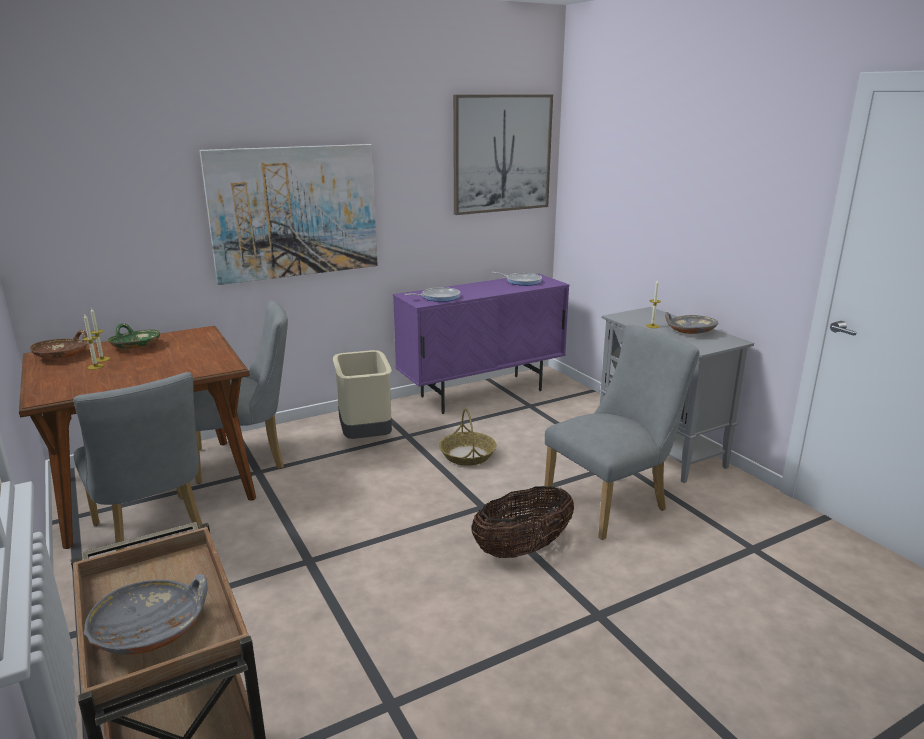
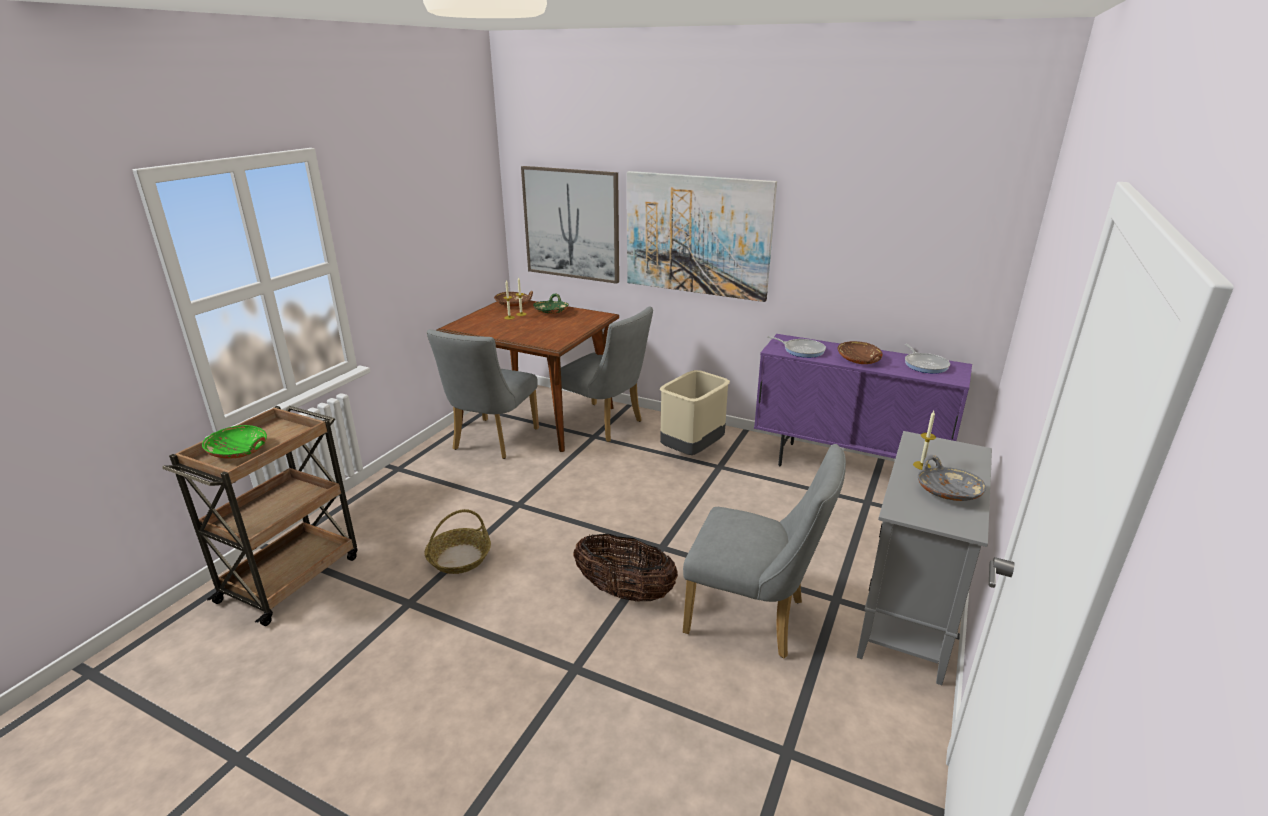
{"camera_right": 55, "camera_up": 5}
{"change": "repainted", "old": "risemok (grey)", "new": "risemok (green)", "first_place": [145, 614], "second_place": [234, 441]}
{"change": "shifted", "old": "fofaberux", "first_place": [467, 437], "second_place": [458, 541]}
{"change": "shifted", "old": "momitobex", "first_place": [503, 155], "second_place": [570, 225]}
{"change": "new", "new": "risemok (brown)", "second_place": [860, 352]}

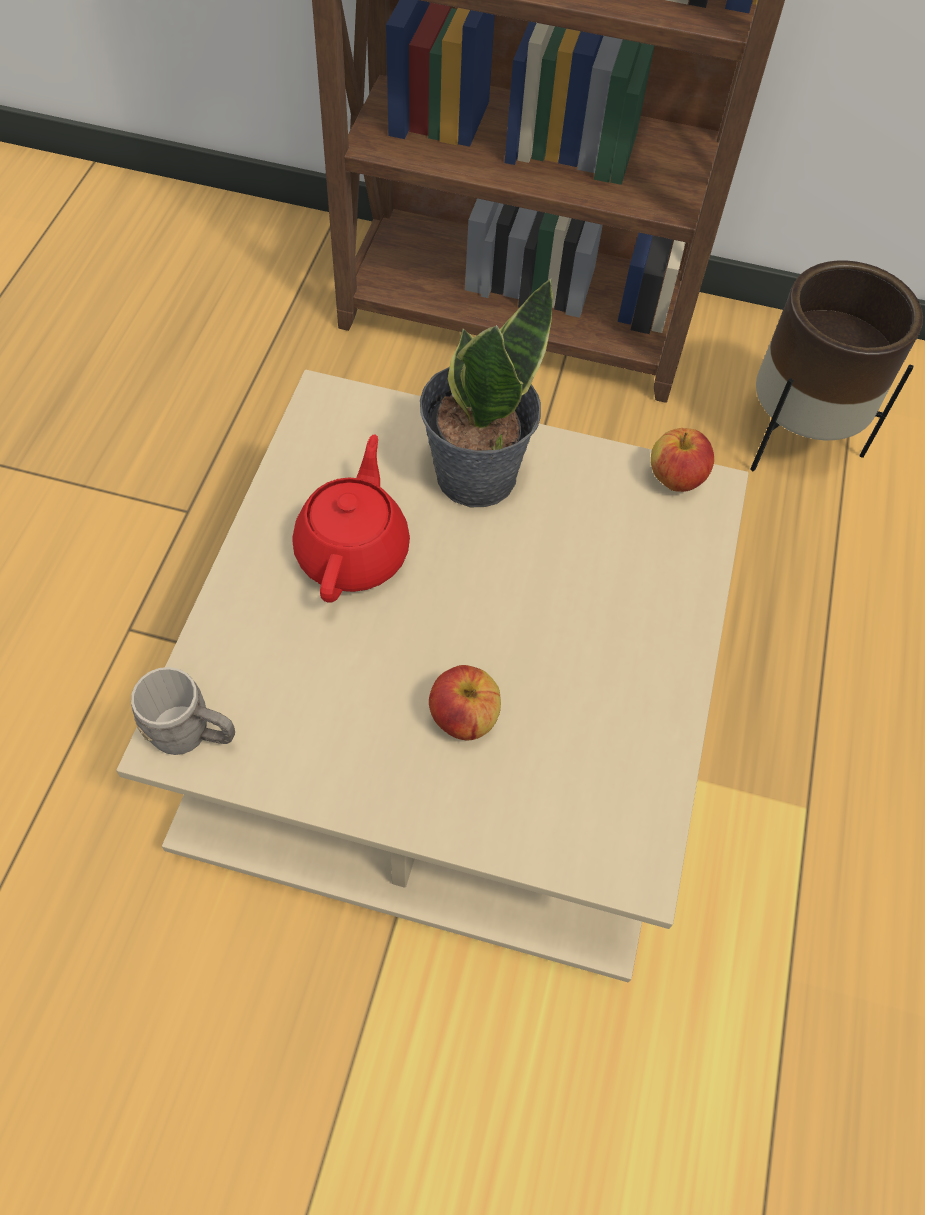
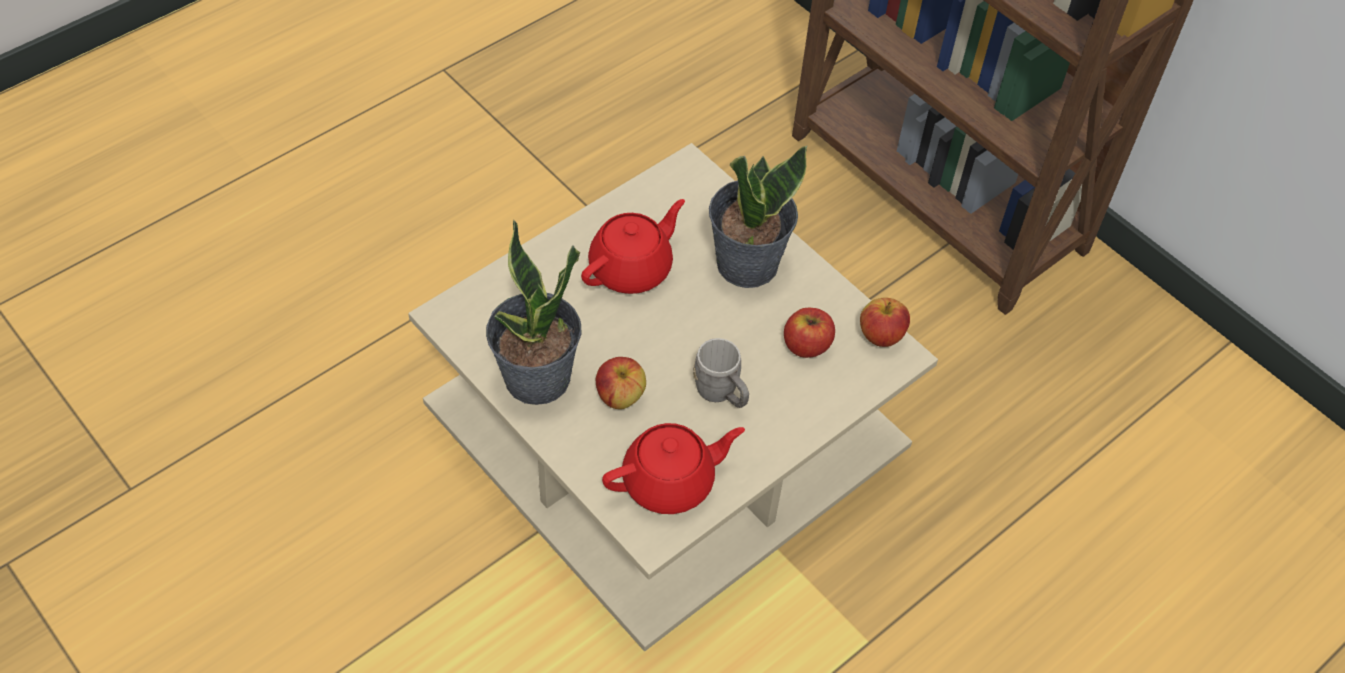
{"camera_right": 35, "camera_up": -5}
{"change": "new", "new": "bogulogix", "second_place": [533, 312]}
{"change": "new", "new": "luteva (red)", "second_place": [673, 468]}
{"change": "shifted", "old": "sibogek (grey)", "first_place": [183, 711], "second_place": [721, 373]}
{"change": "new", "new": "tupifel", "second_place": [809, 333]}
{"change": "gone", "old": "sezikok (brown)", "first_place": [836, 366]}

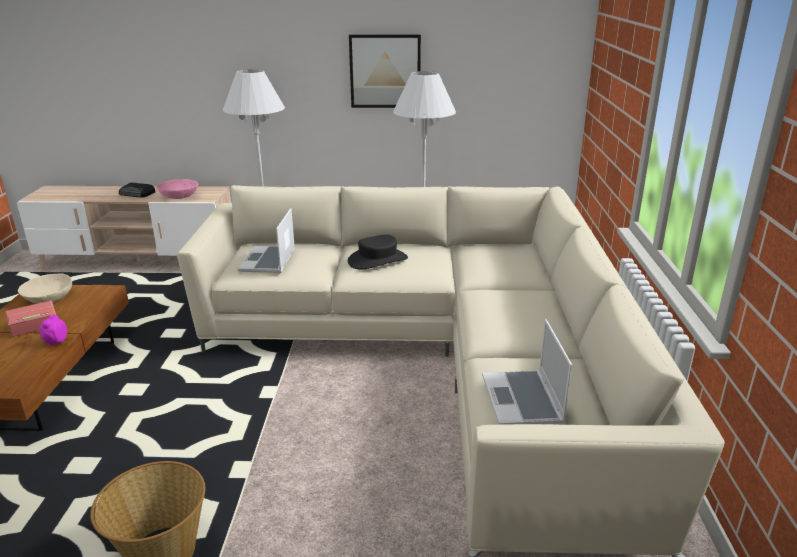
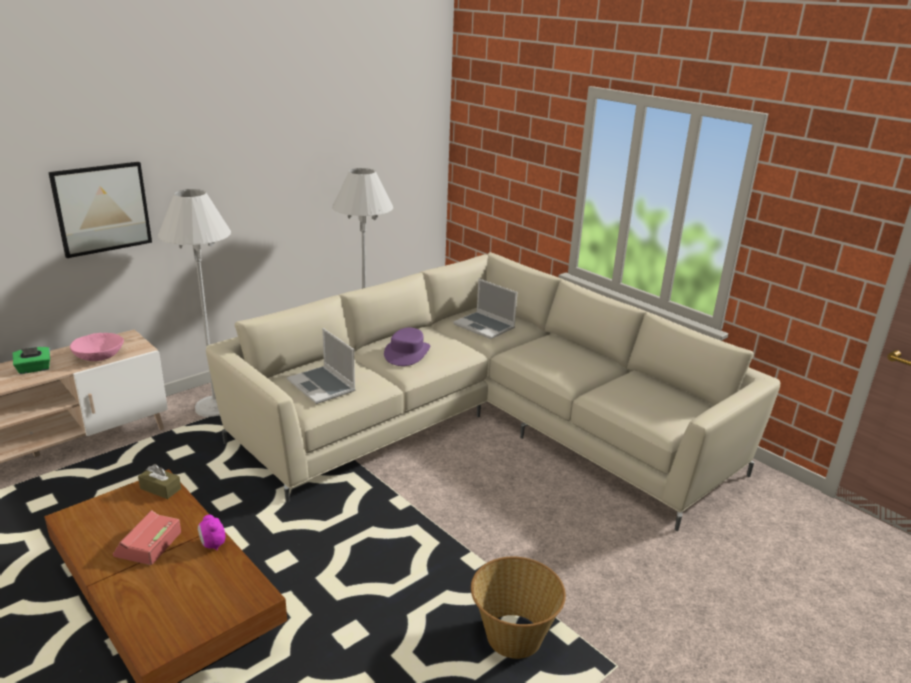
{"camera_right": -45, "camera_up": 0}
{"change": "swapped", "old": "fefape", "new": "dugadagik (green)", "first_place": [137, 190], "second_place": [31, 360]}
{"change": "shifted", "old": "momitobex", "first_place": [385, 71], "second_place": [100, 210]}
{"change": "new", "new": "dugadagik (brown)", "second_place": [159, 481]}
{"change": "repainted", "old": "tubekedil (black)", "new": "tubekedil (purple)", "first_place": [378, 252], "second_place": [407, 347]}
{"change": "shifted", "old": "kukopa", "first_place": [527, 372], "second_place": [485, 309]}
{"change": "gone", "old": "risemok (beige)", "first_place": [45, 288]}

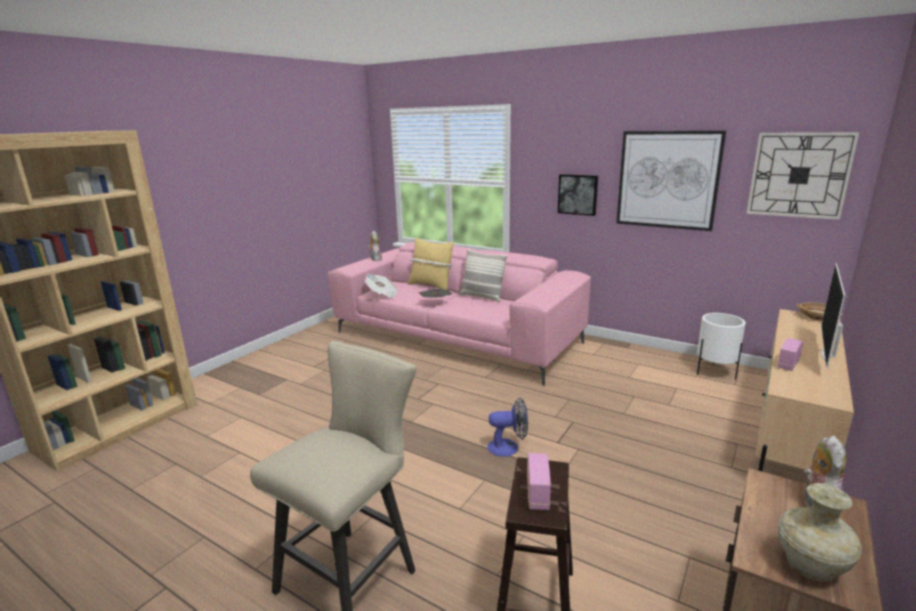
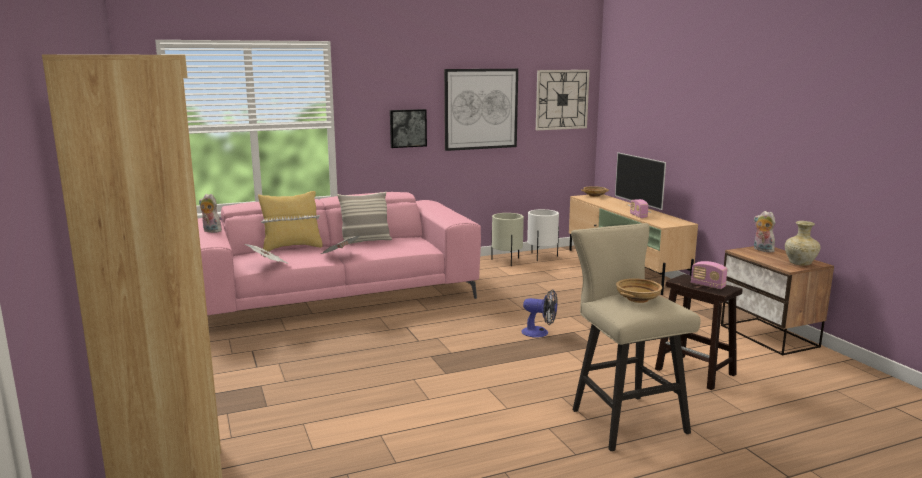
{"camera_right": -55, "camera_up": -5}
{"change": "new", "new": "sezikok (beige)", "second_place": [507, 239]}
{"change": "rotated", "old": "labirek", "first_place": [507, 427], "second_place": [539, 313], "degrees": 75}
{"change": "new", "new": "risemok (beige)", "second_place": [639, 290]}

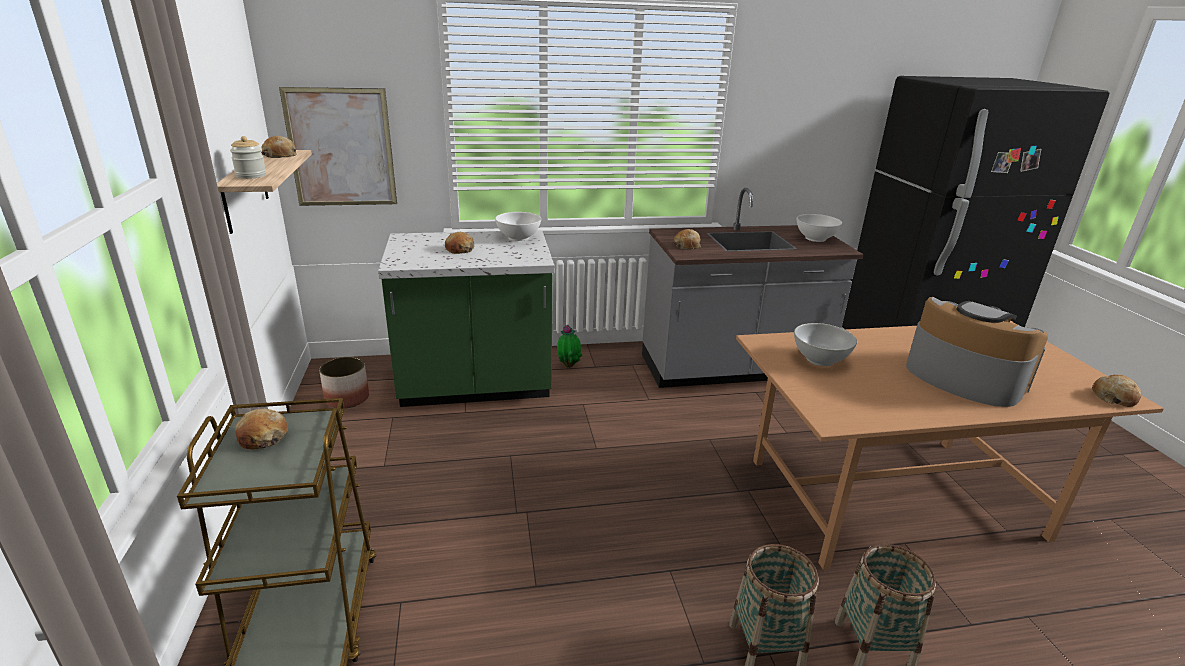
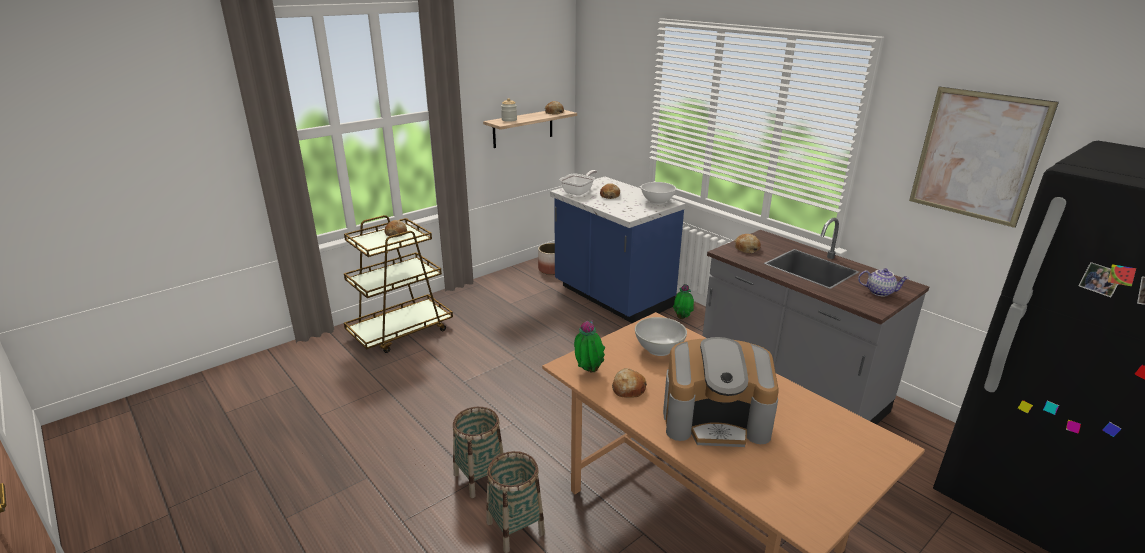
{"camera_right": 60, "camera_up": 0}
{"change": "repainted", "old": "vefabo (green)", "new": "vefabo (blue)", "first_place": [466, 318], "second_place": [617, 250]}
{"change": "new", "new": "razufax", "second_place": [578, 183]}
{"change": "new", "new": "bogulogix", "second_place": [589, 346]}
{"change": "shifted", "old": "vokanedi", "first_place": [1117, 391], "second_place": [629, 383]}
{"change": "rotated", "old": "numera", "first_place": [977, 352], "second_place": [721, 392], "degrees": 75}
{"change": "swapped", "old": "risemok (white)", "new": "luteva", "first_place": [819, 228], "second_place": [883, 282]}
{"change": "shifted", "old": "momitobex", "first_place": [338, 146], "second_place": [984, 157]}

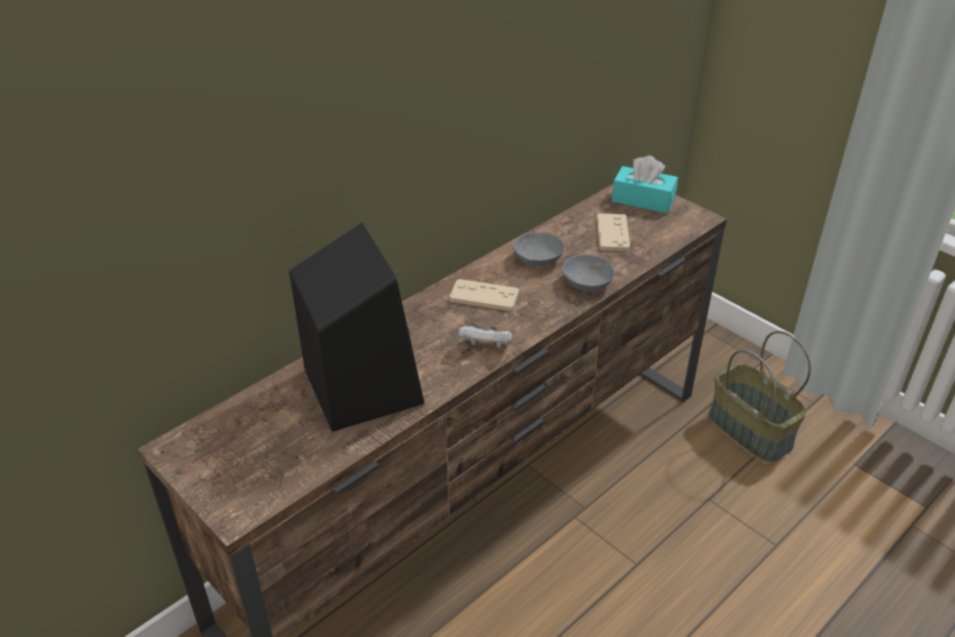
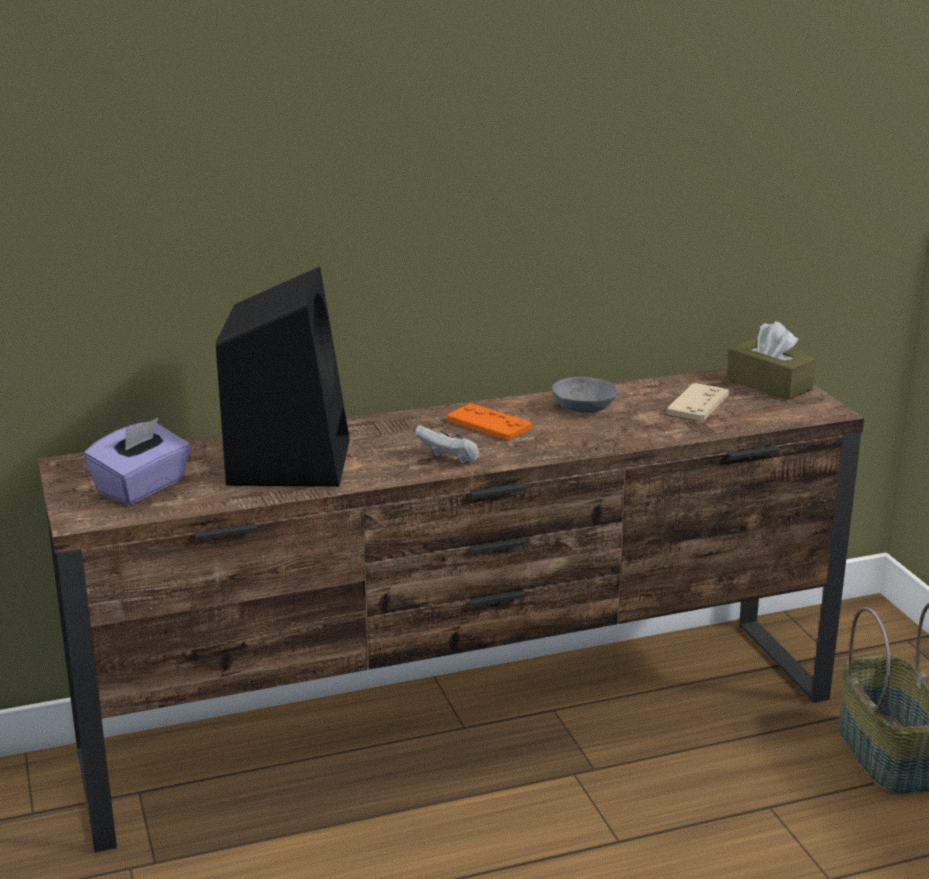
{"camera_right": 25, "camera_up": -15}
{"change": "new", "new": "dugadagik (purple)", "second_place": [137, 461]}
{"change": "repainted", "old": "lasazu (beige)", "new": "lasazu (orange)", "first_place": [484, 295], "second_place": [489, 422]}
{"change": "repainted", "old": "dugadagik (turquoise)", "new": "dugadagik (brown)", "first_place": [645, 184], "second_place": [771, 360]}
{"change": "gone", "old": "risemok (grey)", "first_place": [588, 273]}

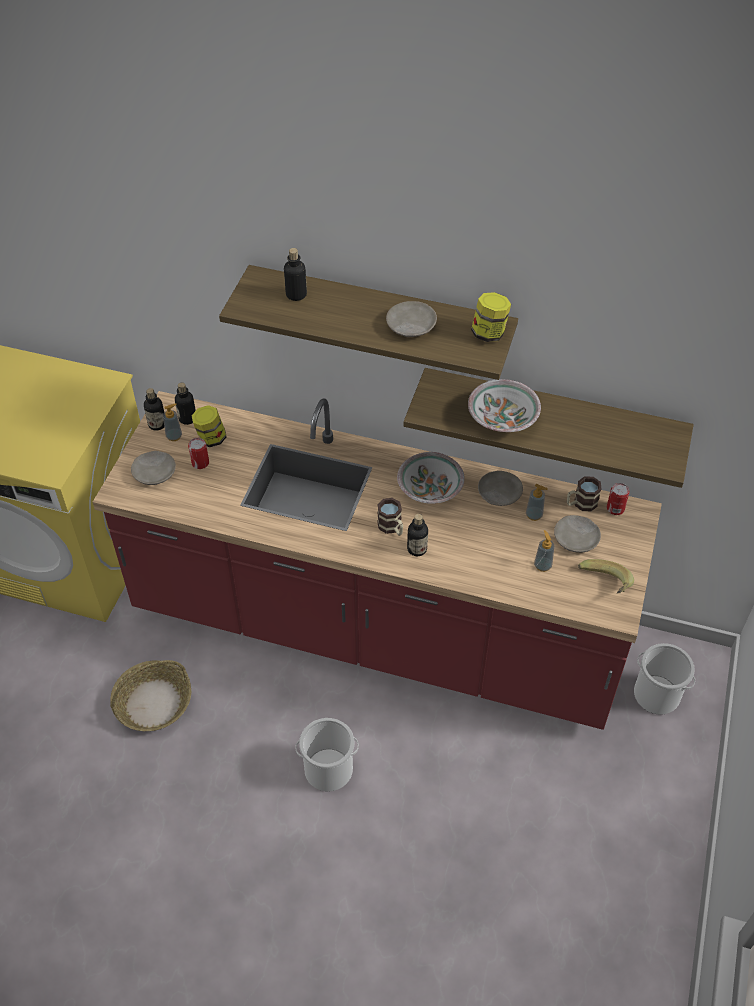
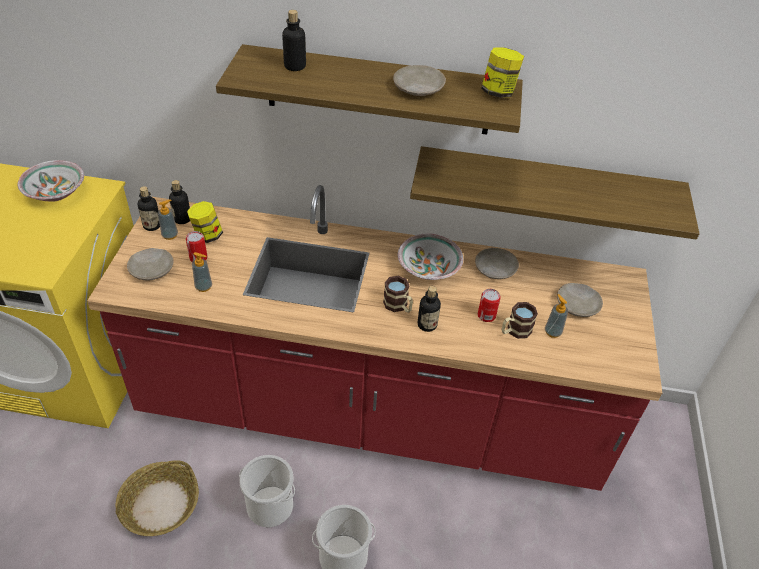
{"camera_right": -10, "camera_up": -5}
{"change": "shifted", "old": "risemok", "first_place": [504, 405], "second_place": [51, 181]}
{"change": "shifted", "old": "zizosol", "first_place": [537, 502], "second_place": [202, 272]}
{"change": "shifted", "old": "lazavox", "first_place": [664, 679], "second_place": [267, 491]}
{"change": "shifted", "old": "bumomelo", "first_place": [618, 499], "second_place": [489, 305]}
{"change": "shifted", "old": "sibogek", "first_place": [584, 493], "second_place": [520, 320]}
{"change": "gone", "old": "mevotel", "first_place": [606, 576]}

